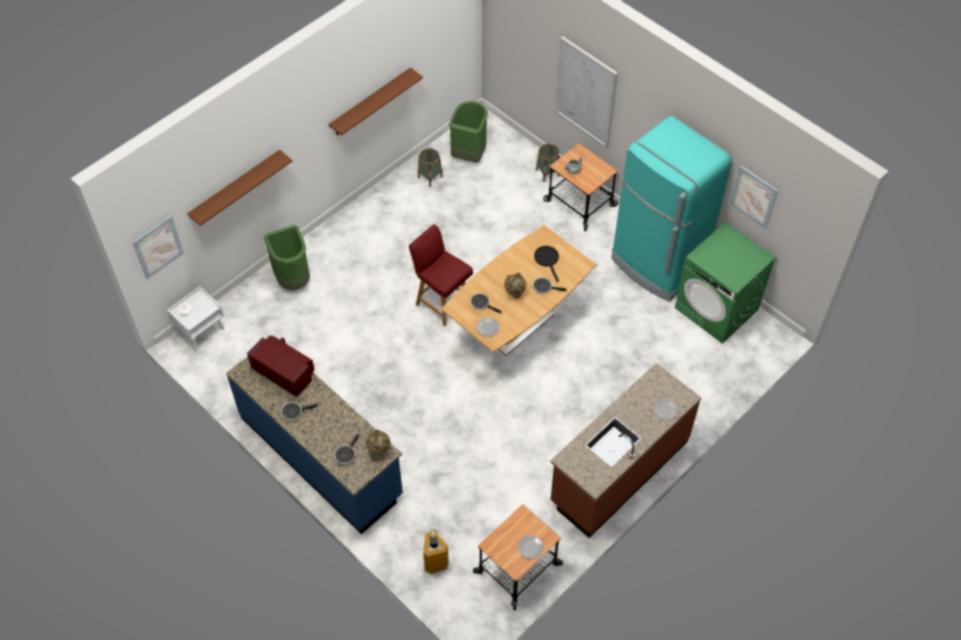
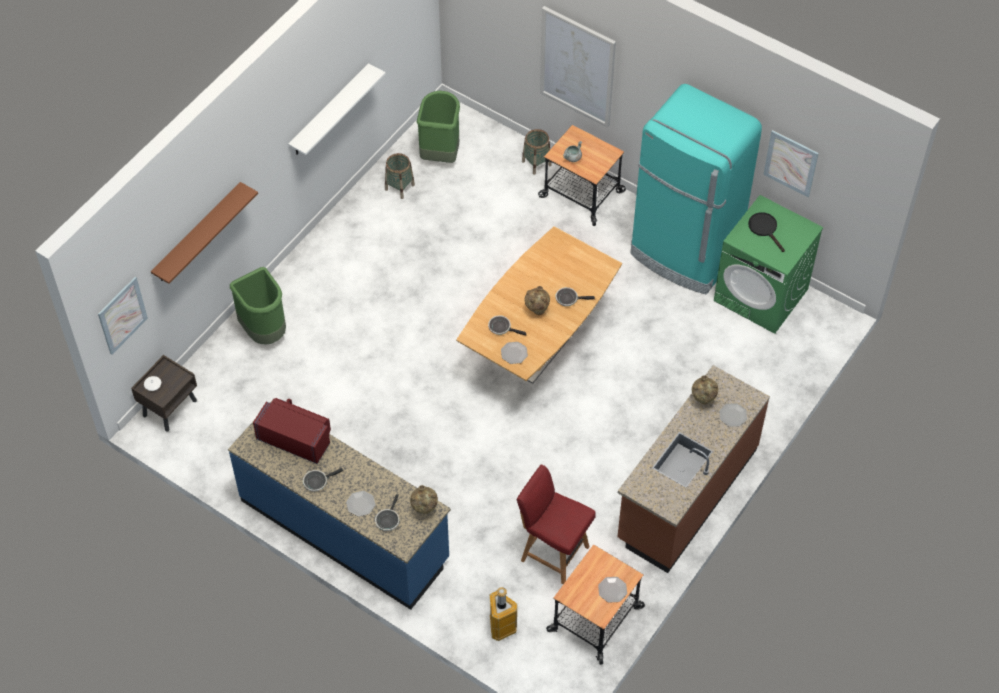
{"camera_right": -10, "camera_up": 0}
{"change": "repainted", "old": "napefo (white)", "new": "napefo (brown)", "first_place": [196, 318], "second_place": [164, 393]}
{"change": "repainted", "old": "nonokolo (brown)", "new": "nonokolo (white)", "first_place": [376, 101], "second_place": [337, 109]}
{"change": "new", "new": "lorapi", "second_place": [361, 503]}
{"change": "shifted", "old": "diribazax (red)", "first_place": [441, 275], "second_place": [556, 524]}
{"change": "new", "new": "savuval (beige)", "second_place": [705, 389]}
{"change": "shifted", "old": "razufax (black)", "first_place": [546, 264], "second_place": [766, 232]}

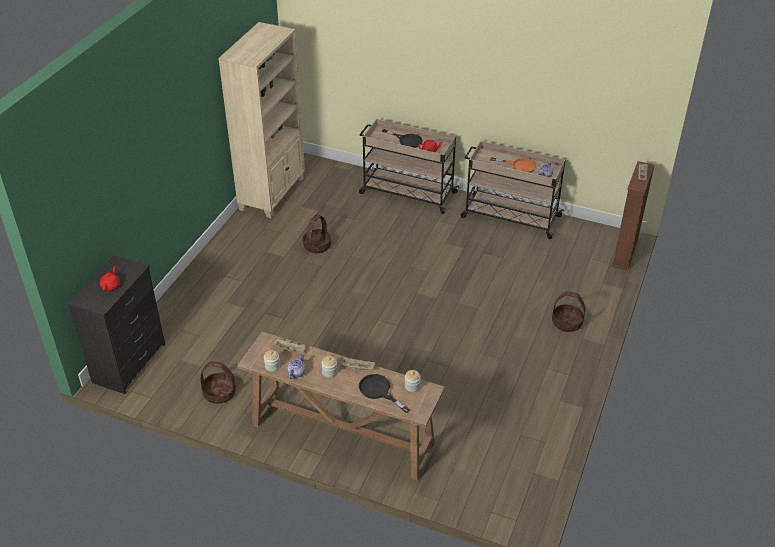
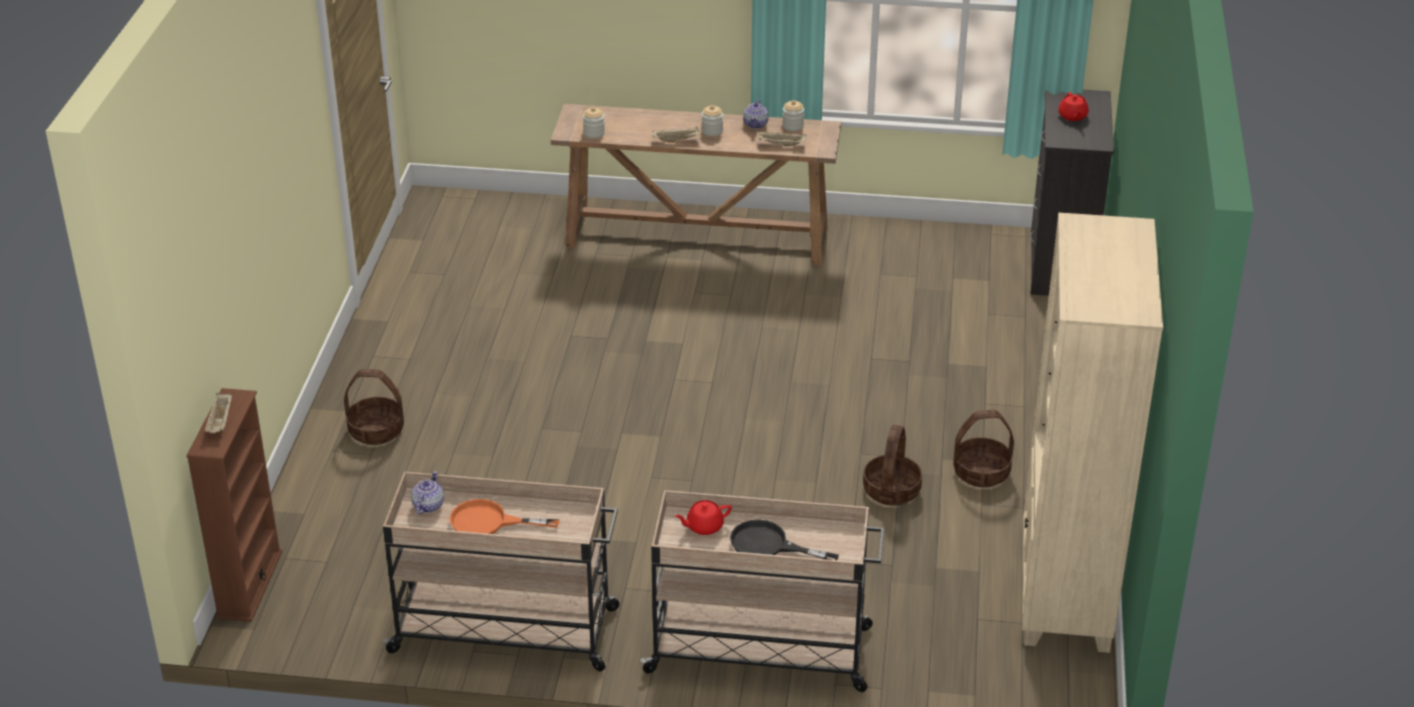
{"camera_right": 165, "camera_up": -5}
{"change": "shifted", "old": "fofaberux", "first_place": [218, 382], "second_place": [983, 448]}
{"change": "gone", "old": "razufax (black)", "first_place": [384, 393]}

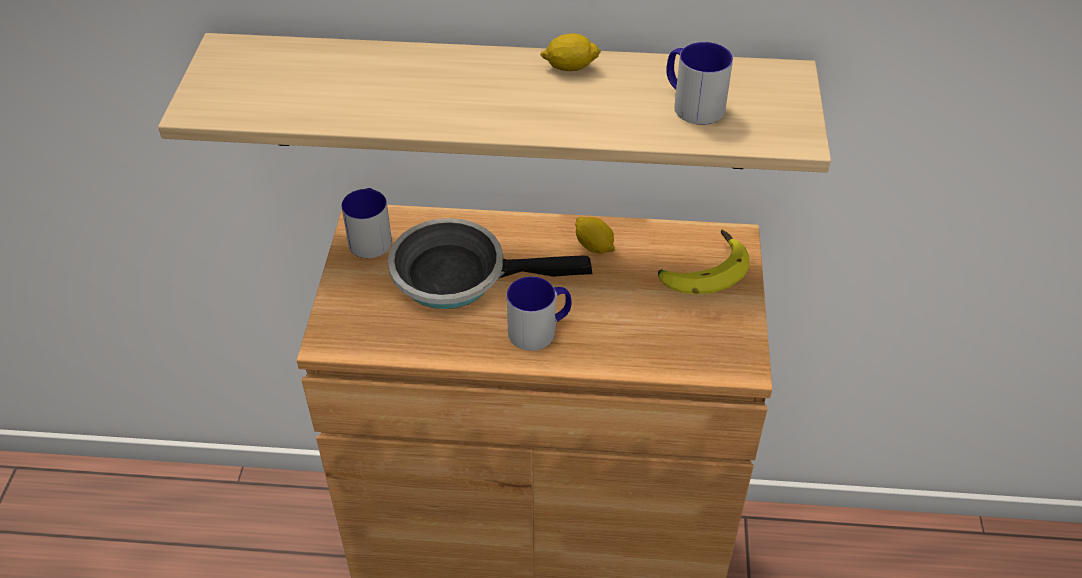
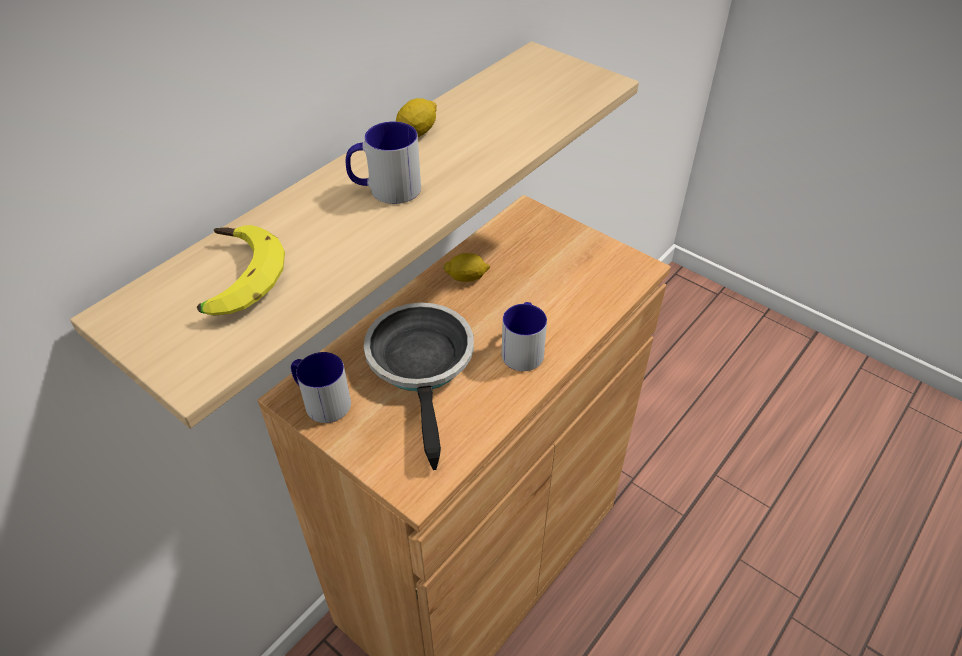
{"camera_right": -55, "camera_up": 0}
{"change": "shifted", "old": "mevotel", "first_place": [703, 261], "second_place": [241, 270]}
{"change": "shifted", "old": "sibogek", "first_place": [699, 83], "second_place": [383, 162]}
{"change": "rotated", "old": "razufax", "first_place": [490, 263], "second_place": [419, 386], "degrees": 135}

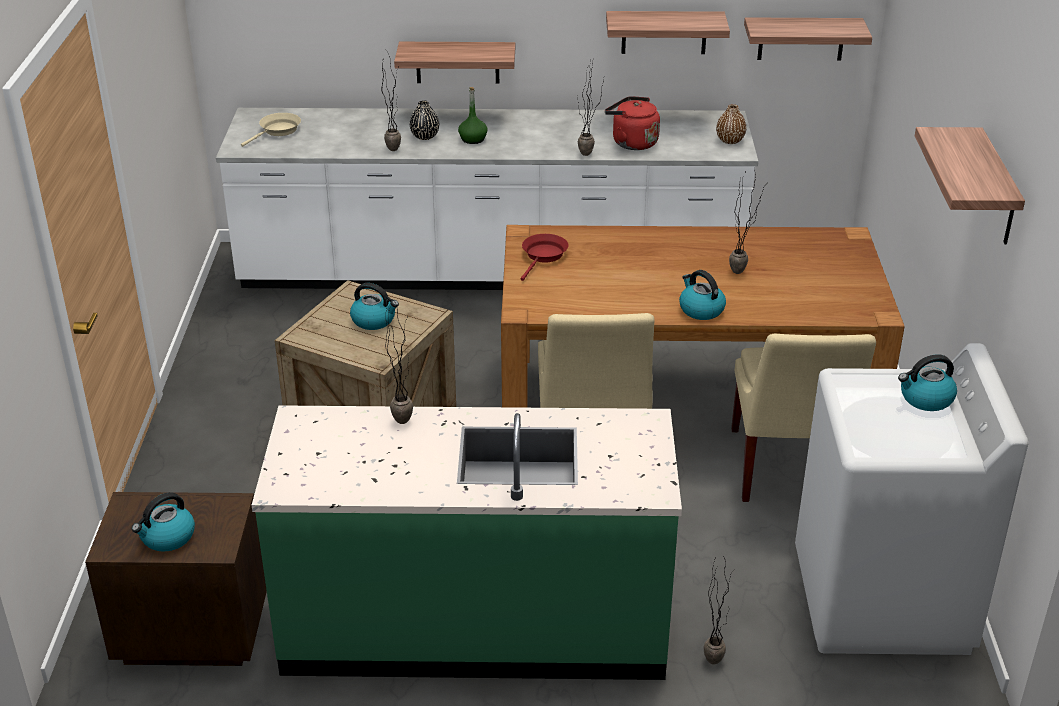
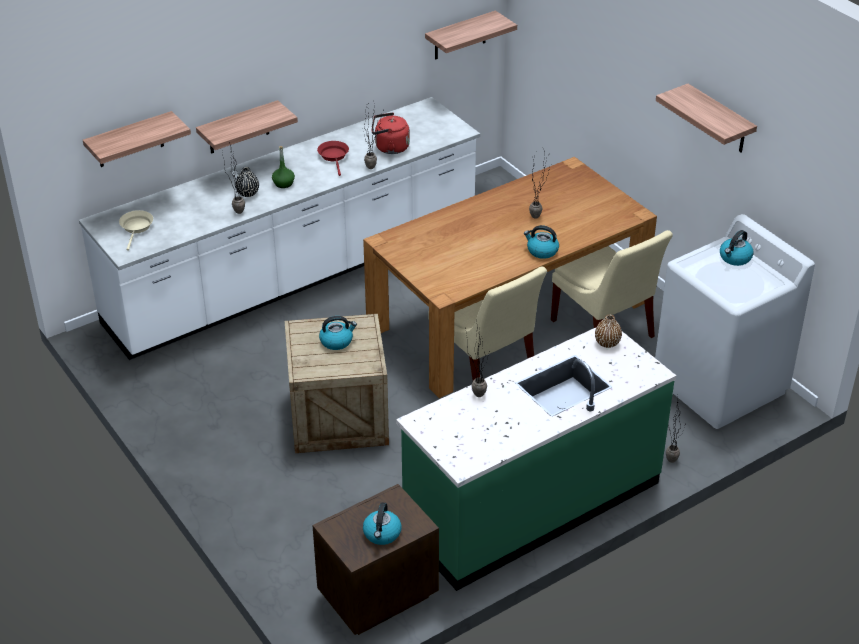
{"camera_right": -35, "camera_up": 5}
{"change": "shifted", "old": "nonokolo", "first_place": [668, 32], "second_place": [137, 139]}
{"change": "shifted", "old": "razufax (red)", "first_place": [545, 257], "second_place": [333, 158]}
{"change": "shifted", "old": "savuval (brown)", "first_place": [731, 124], "second_place": [608, 331]}

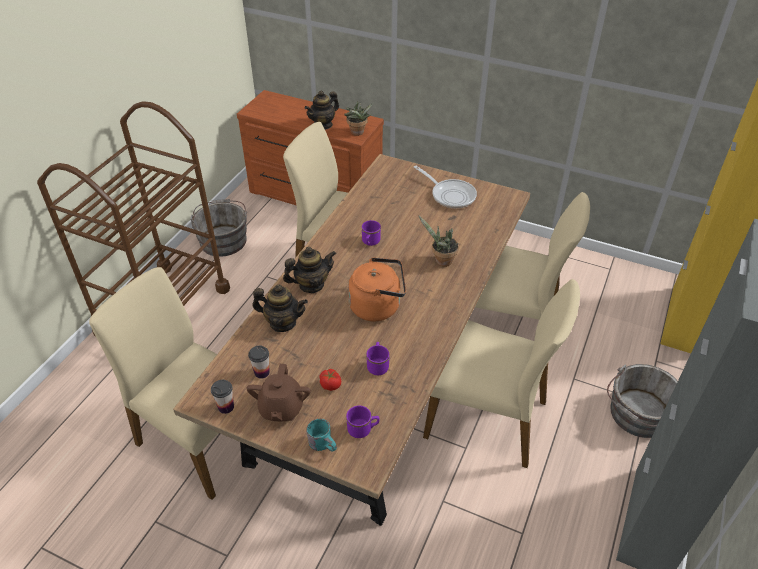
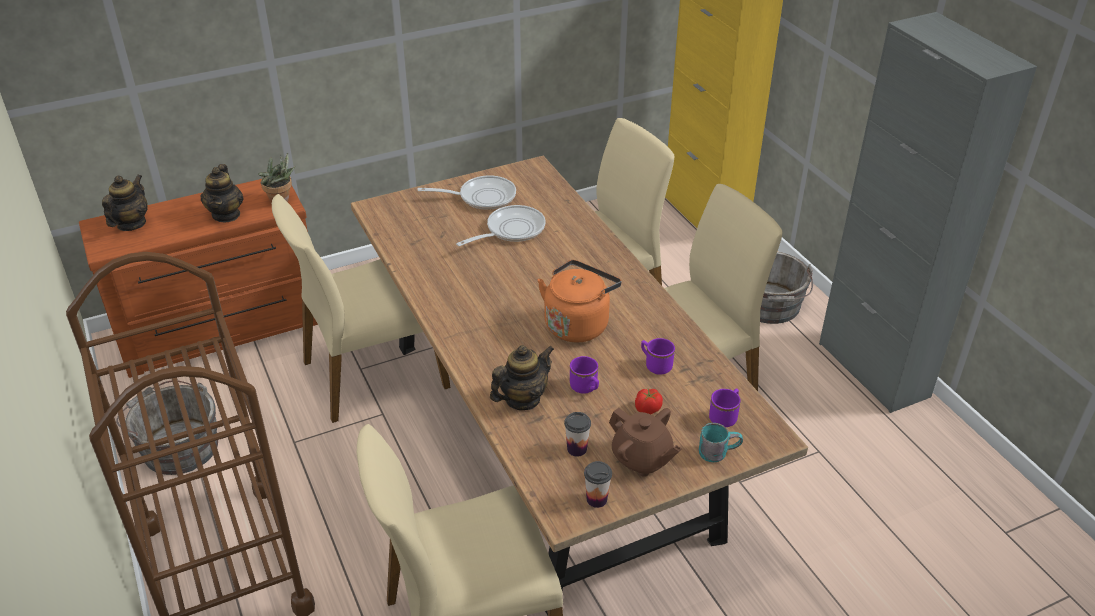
{"camera_right": -50, "camera_up": -5}
{"change": "shifted", "old": "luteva", "first_place": [309, 270], "second_place": [125, 203]}
{"change": "new", "new": "razufax", "second_place": [501, 225]}
{"change": "shifted", "old": "sibogek (purple)", "first_place": [371, 233], "second_place": [584, 375]}
{"change": "gone", "old": "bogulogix", "first_place": [438, 241]}

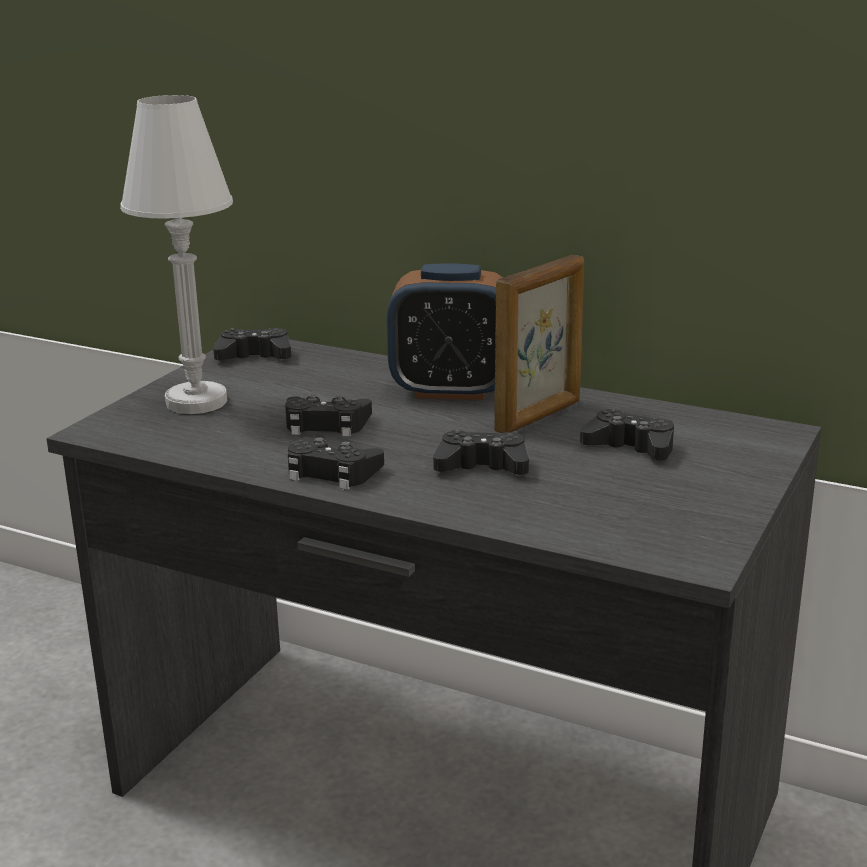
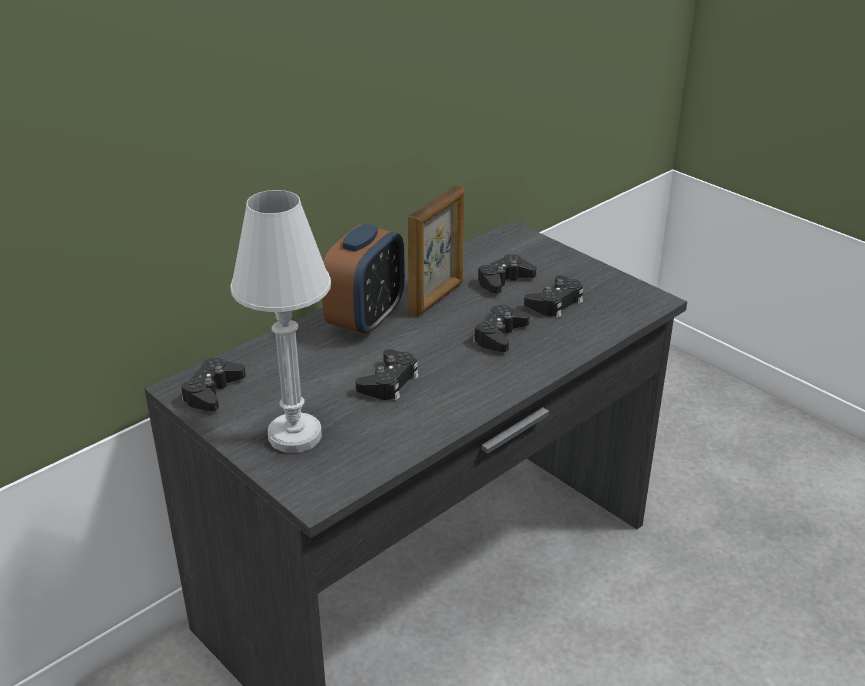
{"camera_right": -70, "camera_up": 10}
{"change": "rotated", "old": "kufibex", "first_place": [539, 344], "second_place": [436, 251], "degrees": 60}
{"change": "shifted", "old": "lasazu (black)", "first_place": [336, 463], "second_place": [553, 296]}

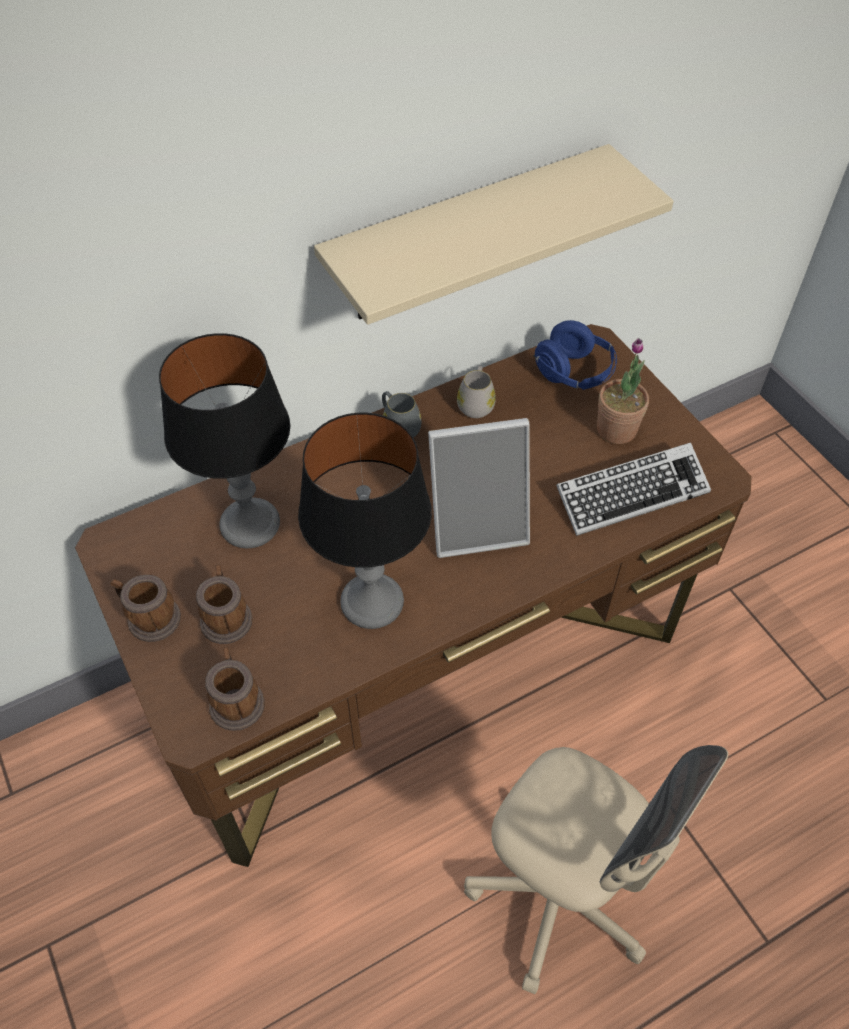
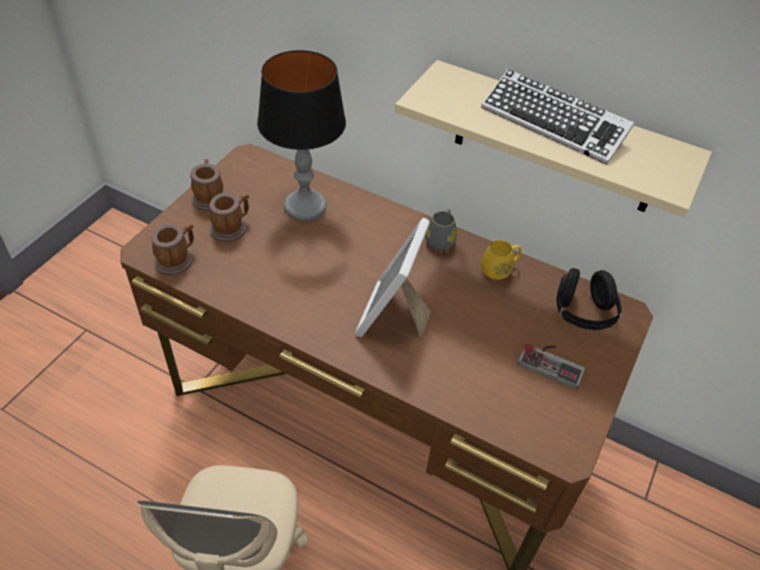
{"camera_right": 55, "camera_up": -5}
{"change": "rotated", "old": "kufibex", "first_place": [479, 488], "second_place": [393, 277], "degrees": 60}
{"change": "shifted", "old": "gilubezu", "first_place": [633, 489], "second_place": [557, 117]}
{"change": "repainted", "old": "sibogek (white)", "new": "sibogek (yellow)", "first_place": [476, 392], "second_place": [501, 260]}
{"change": "swapped", "old": "bogulogix", "new": "lasazu", "first_place": [623, 391], "second_place": [551, 367]}
{"change": "repainted", "old": "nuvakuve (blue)", "new": "nuvakuve (black)", "first_place": [575, 355], "second_place": [589, 299]}
{"change": "gone", "old": "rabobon", "first_place": [365, 521]}

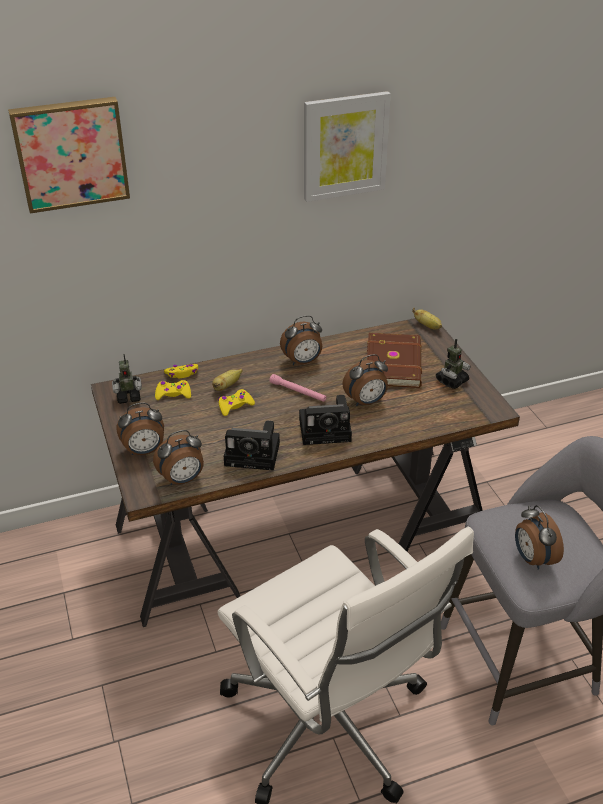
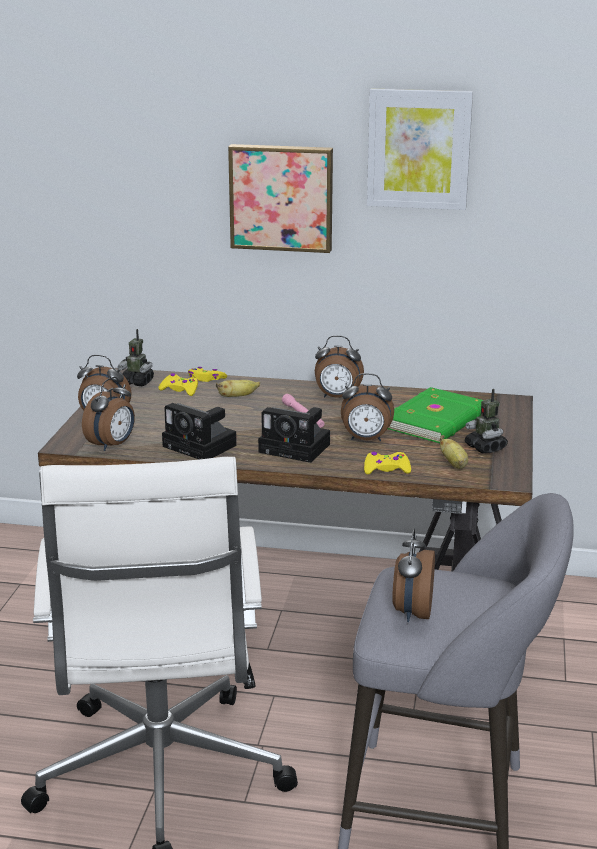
{"camera_right": 30, "camera_up": -15}
{"change": "rotated", "old": "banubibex", "first_place": [178, 457], "second_place": [108, 414], "degrees": -60}
{"change": "shifted", "old": "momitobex", "first_place": [69, 155], "second_place": [280, 198]}
{"change": "shifted", "old": "lasazu (yellow)", "first_place": [236, 402], "second_place": [387, 463]}
{"change": "repainted", "old": "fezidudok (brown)", "new": "fezidudok (green)", "first_place": [394, 360], "second_place": [435, 415]}
{"change": "shifted", "old": "mevotel", "first_place": [427, 319], "second_place": [453, 452]}
{"change": "rotated", "old": "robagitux", "first_place": [453, 364], "second_place": [486, 421], "degrees": 75}

